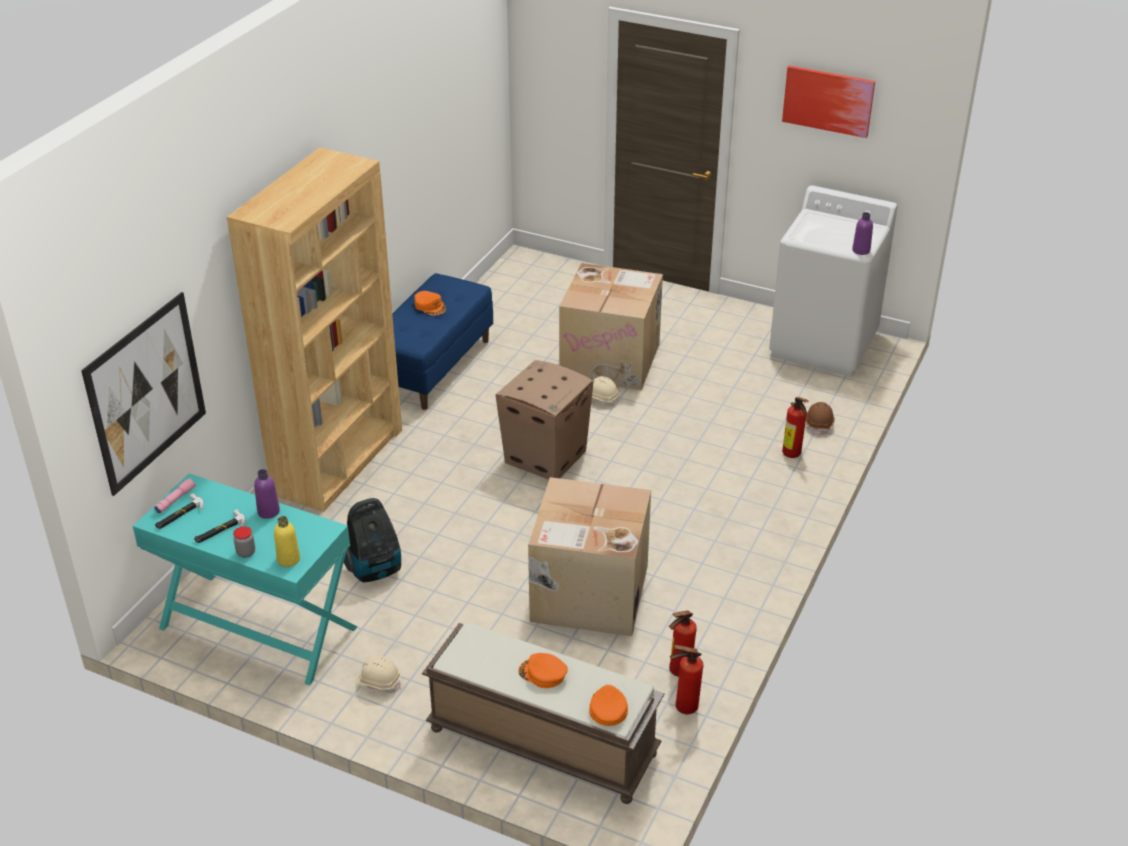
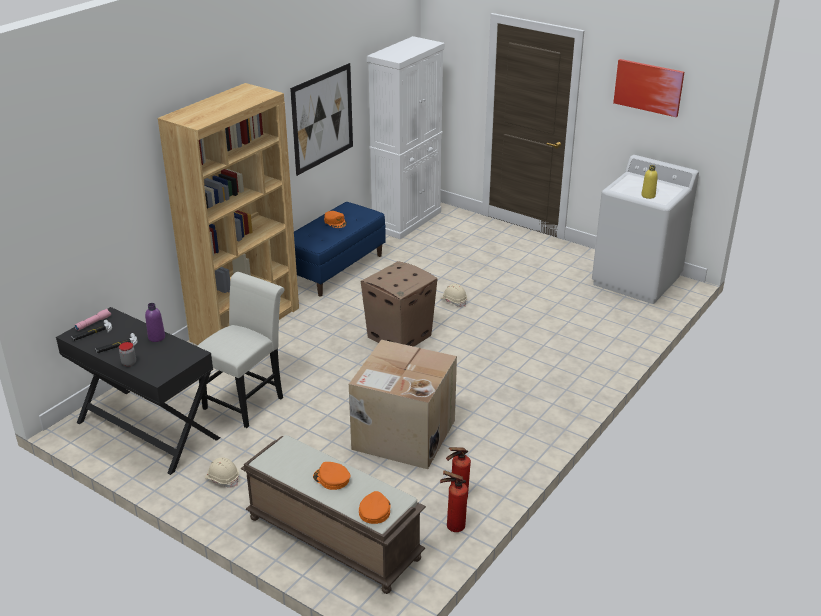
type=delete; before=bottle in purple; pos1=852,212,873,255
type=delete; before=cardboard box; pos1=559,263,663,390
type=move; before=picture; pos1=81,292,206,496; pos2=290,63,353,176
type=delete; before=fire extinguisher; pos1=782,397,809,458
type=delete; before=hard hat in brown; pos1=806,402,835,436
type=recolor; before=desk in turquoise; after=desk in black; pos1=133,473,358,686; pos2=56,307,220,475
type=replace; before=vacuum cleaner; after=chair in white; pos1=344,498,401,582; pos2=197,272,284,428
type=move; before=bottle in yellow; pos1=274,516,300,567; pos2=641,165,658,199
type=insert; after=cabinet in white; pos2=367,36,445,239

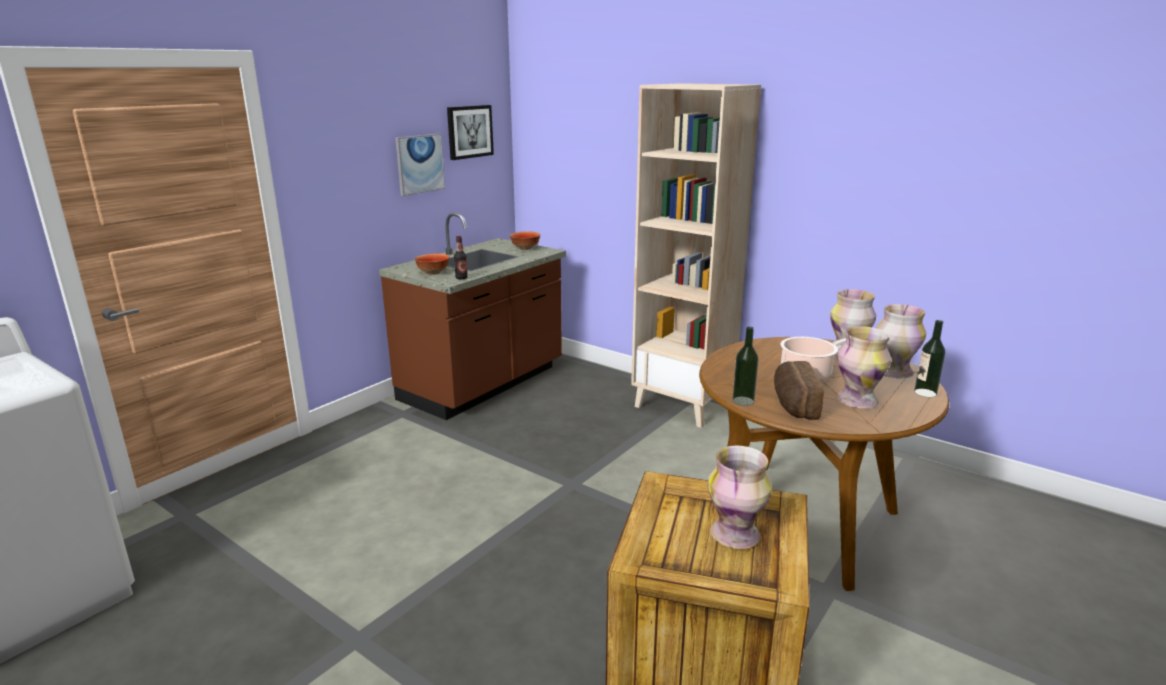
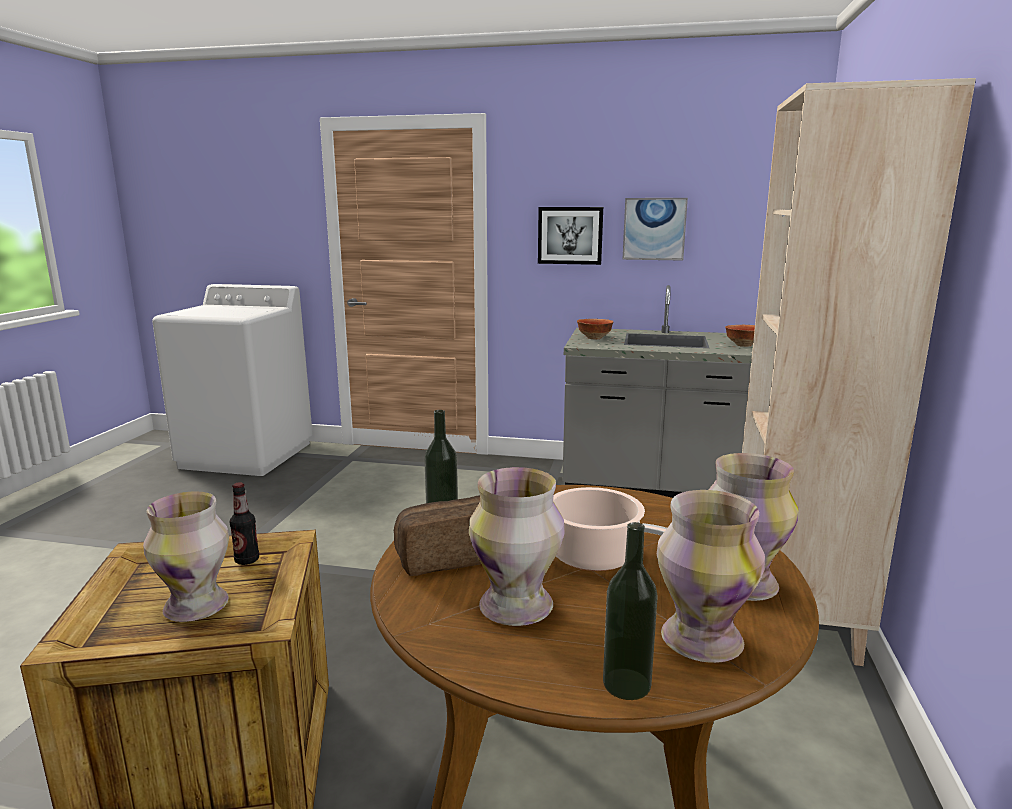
type=move; before=picture; pos1=447,105,494,160; pos2=538,207,603,265
type=recolor; before=counter in brown; after=counter in grey; pos1=379,212,566,420; pos2=563,285,753,498
type=move; before=bottle; pos1=454,236,468,279; pos2=230,482,259,565

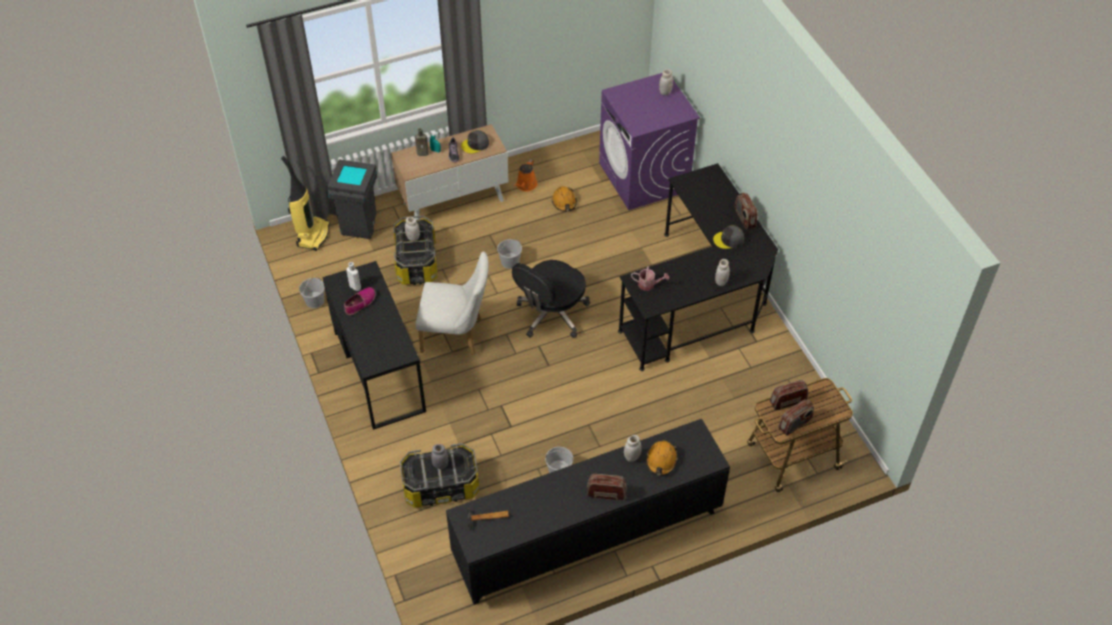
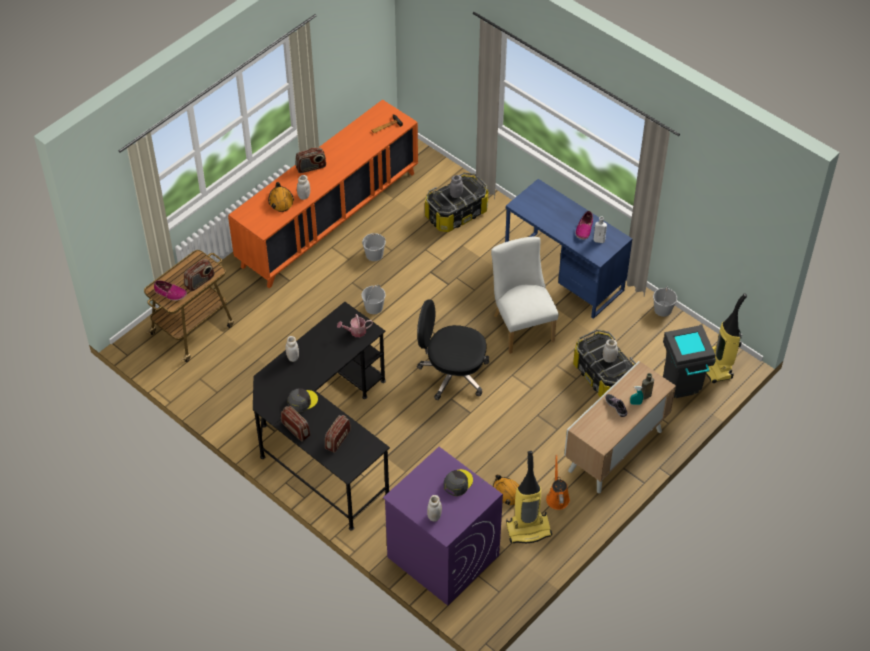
type=move; before=cap in grey; pos1=461,130,489,154; pos2=444,469,473,496
type=move; before=bucket in white; pos1=497,239,522,269; pos2=361,285,386,314
type=rotate; before=chair in white; pos1=415,251,489,355; pos2=491,237,559,354; turn=90
type=rotate; before=office chair in black; pos1=512,260,590,338; pos2=417,299,489,400; turn=-90
type=recolor; before=desk in black; after=desk in blue; pos1=322,261,426,430; pos2=505,179,632,319
type=move; before=radio; pos1=778,399,814,436; pos2=325,415,351,453
type=recolor; before=cabinet in black; after=cabinet in orange; pos1=446,419,730,605; pos2=228,99,418,288
type=insert; after=shoe; pos2=154,280,187,301
type=insert; after=vacuum cleaner; pos2=506,451,552,543

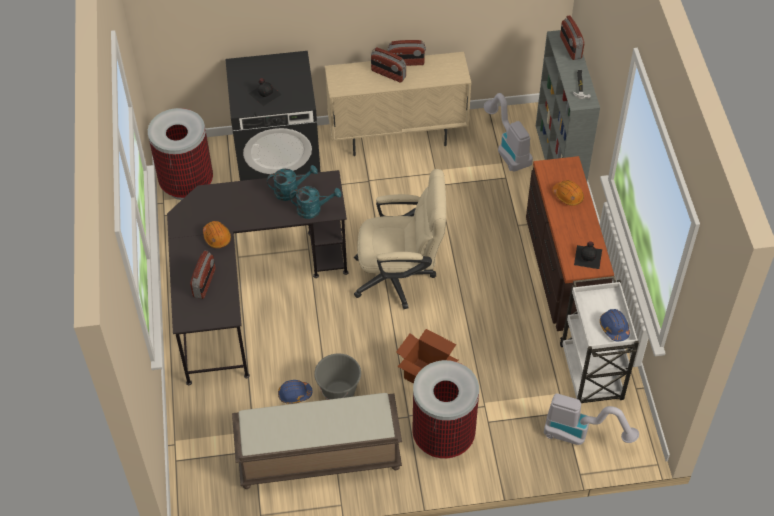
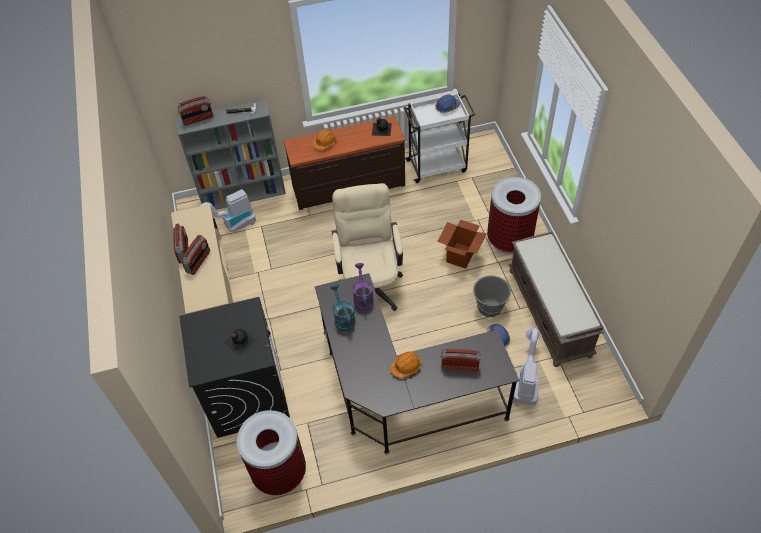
type=recolor; before=watering can in turquoise; after=watering can in purple; pos1=289,186,342,219; pos2=353,263,374,310
type=move; before=vacuum cleaner; pos1=544,393,639,445; pos2=513,327,540,406

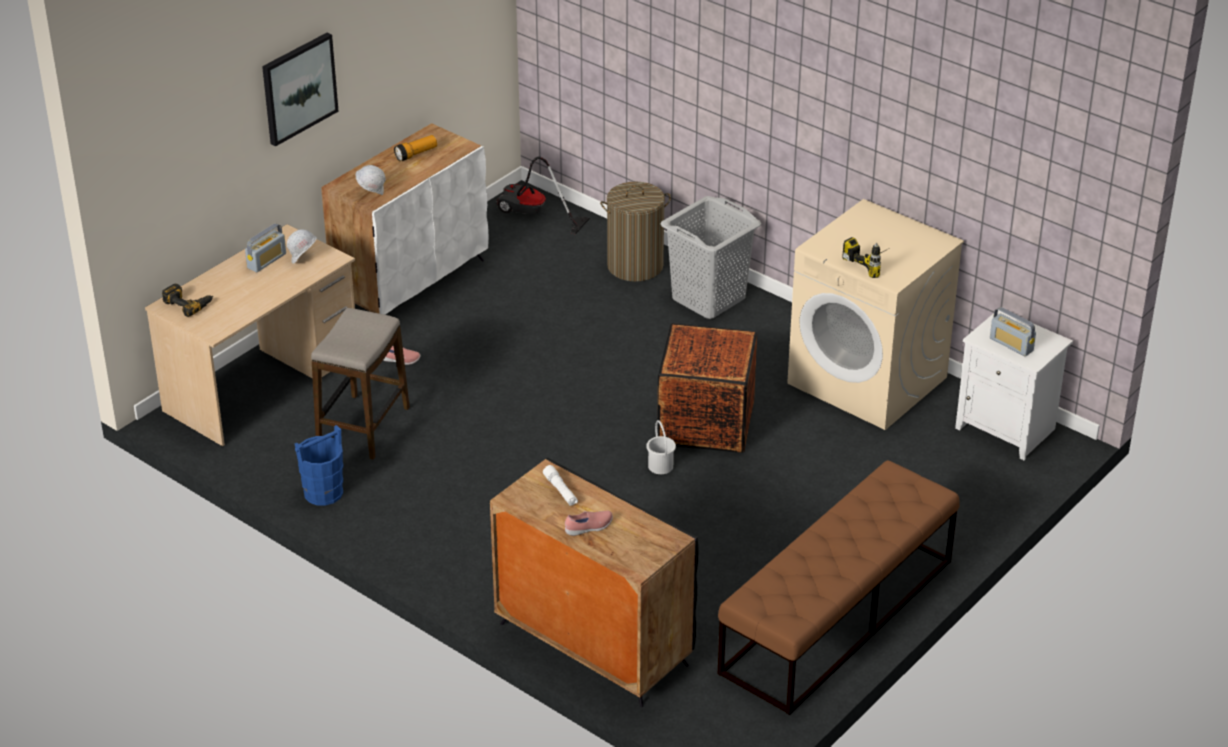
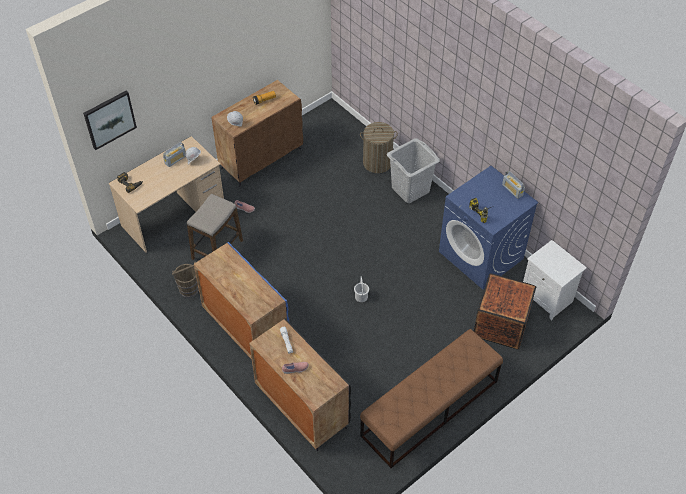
type=move; before=picture; pos1=262,33,339,147; pos2=83,90,137,150
type=recolor; before=cabinet in white; after=cabinet in brown; pos1=321,123,489,315; pos2=211,80,303,187
type=delete; before=vacuum cleaner; pos1=496,156,590,234
type=recolor; before=washing machine in beige; after=washing machine in blue; pos1=787,199,964,430; pos2=439,166,539,290
type=move; before=radio; pos1=990,307,1036,356; pos2=502,171,525,199
type=move; before=crate; pos1=657,323,757,452; pos2=474,273,536,350
type=recolor; before=bucket in blue; after=bucket in brown; pos1=294,425,343,505; pos2=172,262,199,298
type=insert; after=cabinet in blue; pos2=194,242,289,360

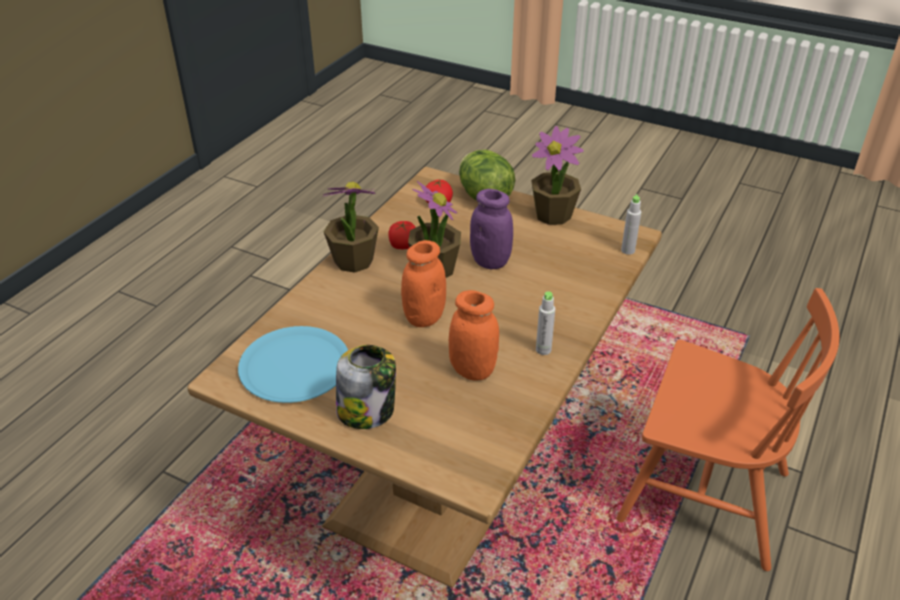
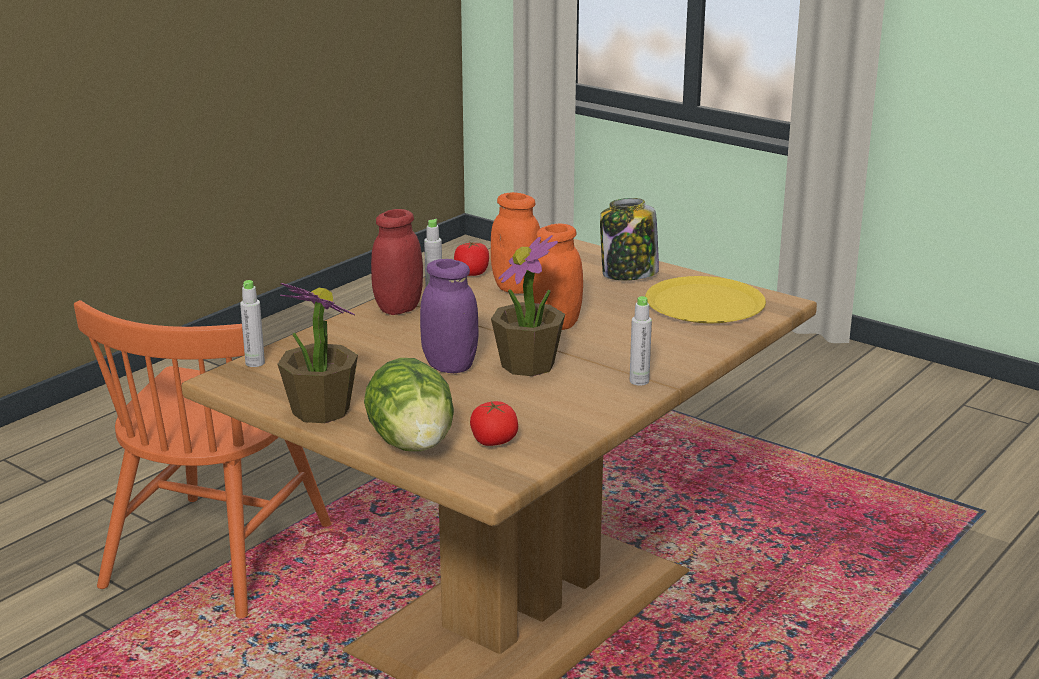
type=replace; before=potted plant; after=bottle in grey; pos1=322,182,379,273; pos2=630,296,652,386
type=move; before=tomato; pos1=388,221,416,249; pos2=454,242,489,276
type=rotate; before=chair in orange; pos1=616,288,839,571; pos2=74,300,331,618; turn=-105
type=recolor; before=plate in blue; after=plate in yellow; pos1=238,326,348,403; pos2=645,276,766,323
type=insert; after=jar in red; pos2=371,209,423,315

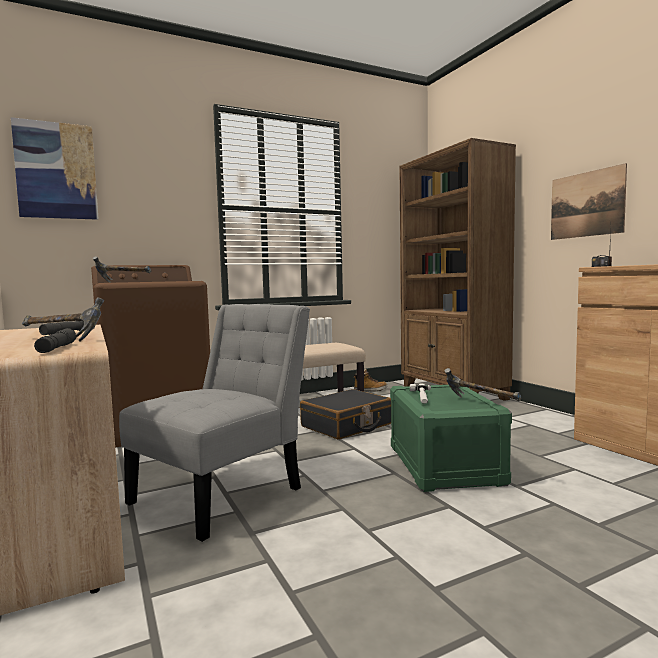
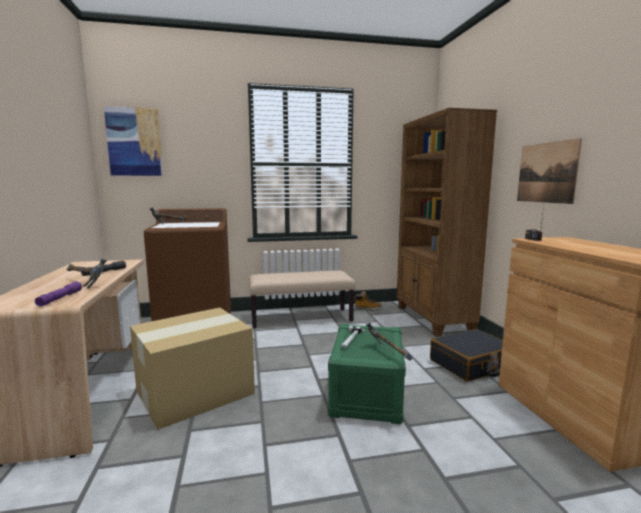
type=replace; before=chair in grey; after=cardboard box; pos1=119,304,310,542; pos2=130,308,255,430
type=recolor; before=flashlight in grey; after=flashlight in purple; pos1=34,328,76,353; pos2=35,281,82,307
type=move; before=suitcase in black; pos1=300,389,391,439; pos2=430,329,503,381

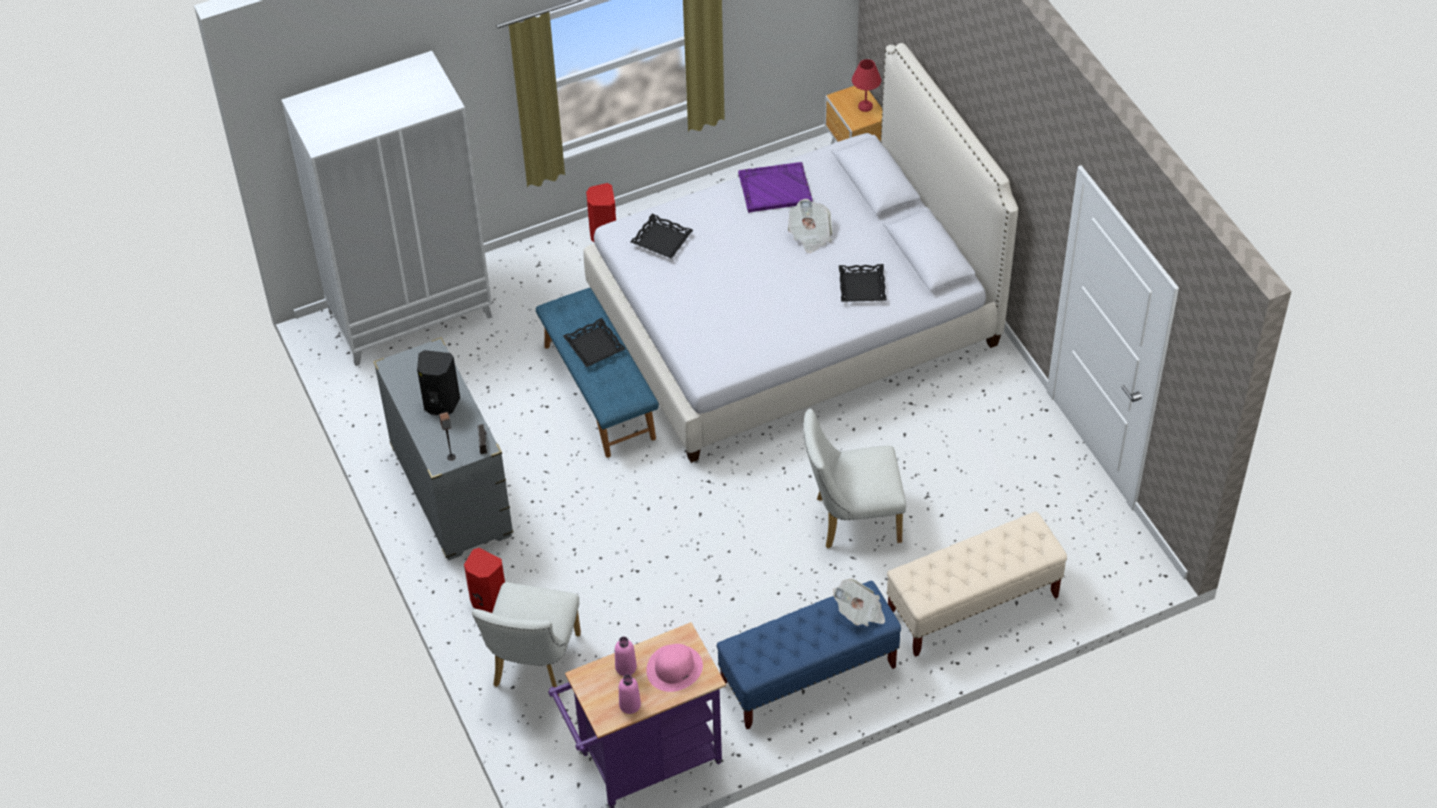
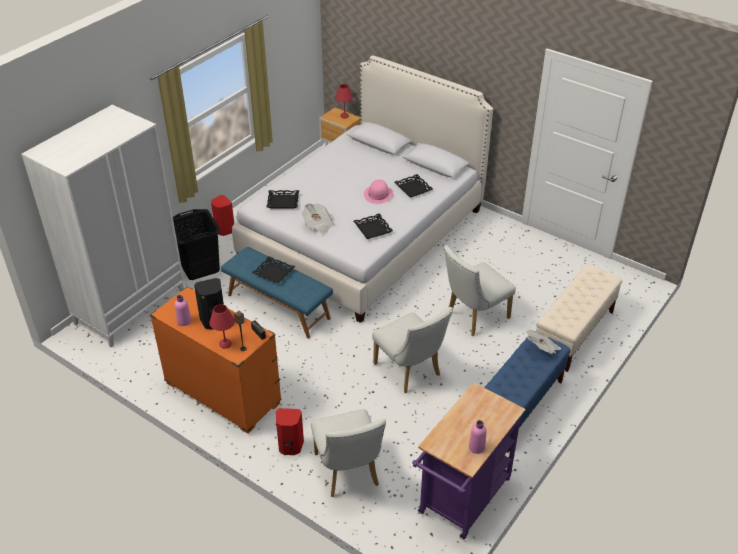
type=delete; before=tray in purple; pos1=738,162,813,213
type=move; before=newspaper; pos1=788,199,832,253; pos2=302,203,334,234
type=recolor; before=dresser in grey; after=dresser in orange; pos1=373,337,513,561; pos2=150,286,282,434
type=move; before=bottle in pink; pos1=615,637,637,676; pos2=175,295,191,326
type=move; before=hat in pink; pos1=646,644,703,692; pos2=364,180,393,204
type=insert; after=laundry basket in black; pos2=173,209,221,280
type=insert; after=tray in black; pos2=354,213,393,239
type=insert; after=table lamp in red; pos2=209,304,235,349
type=insert; after=chair in white; pos2=372,307,453,393

